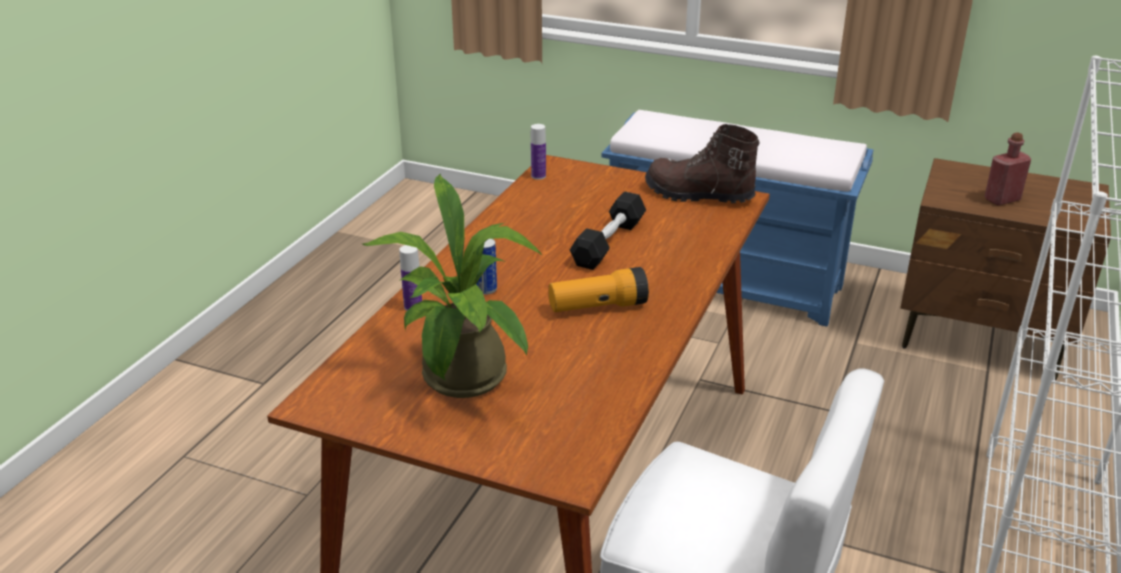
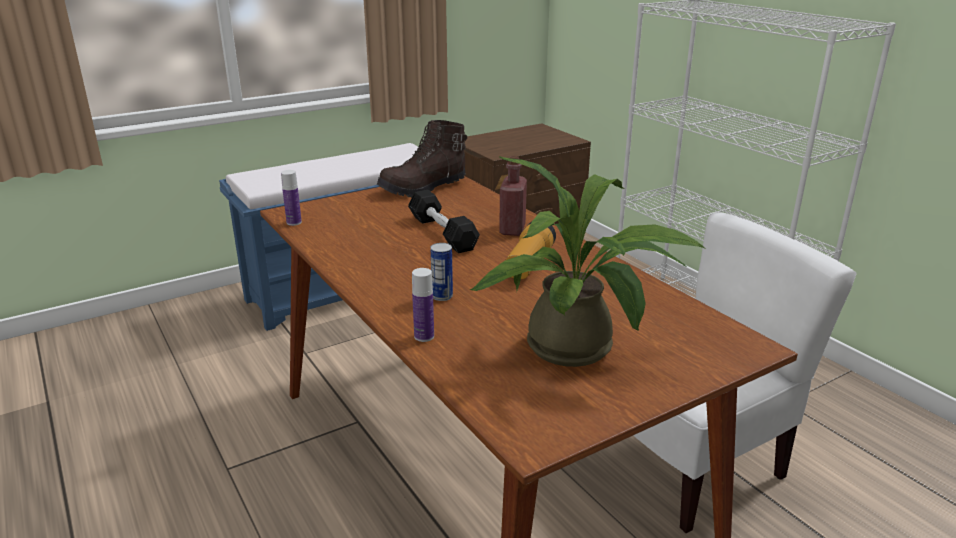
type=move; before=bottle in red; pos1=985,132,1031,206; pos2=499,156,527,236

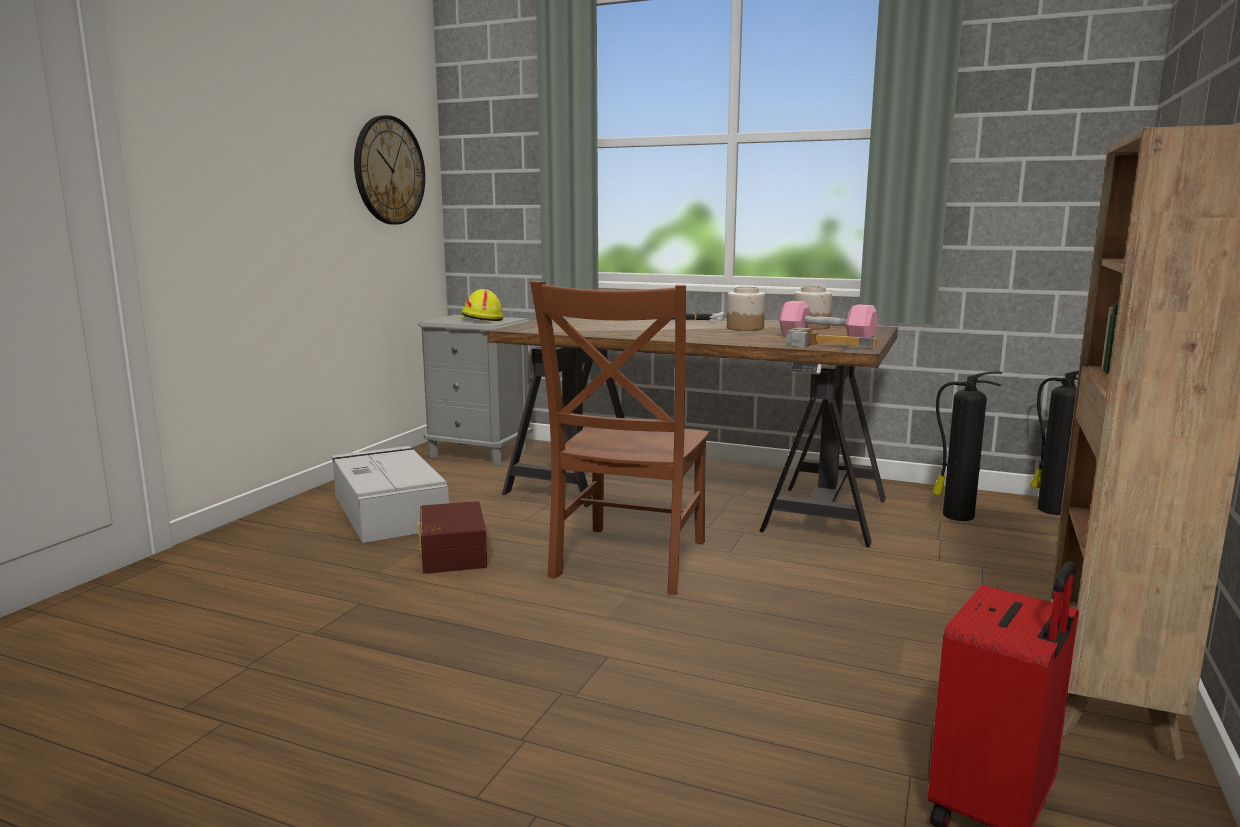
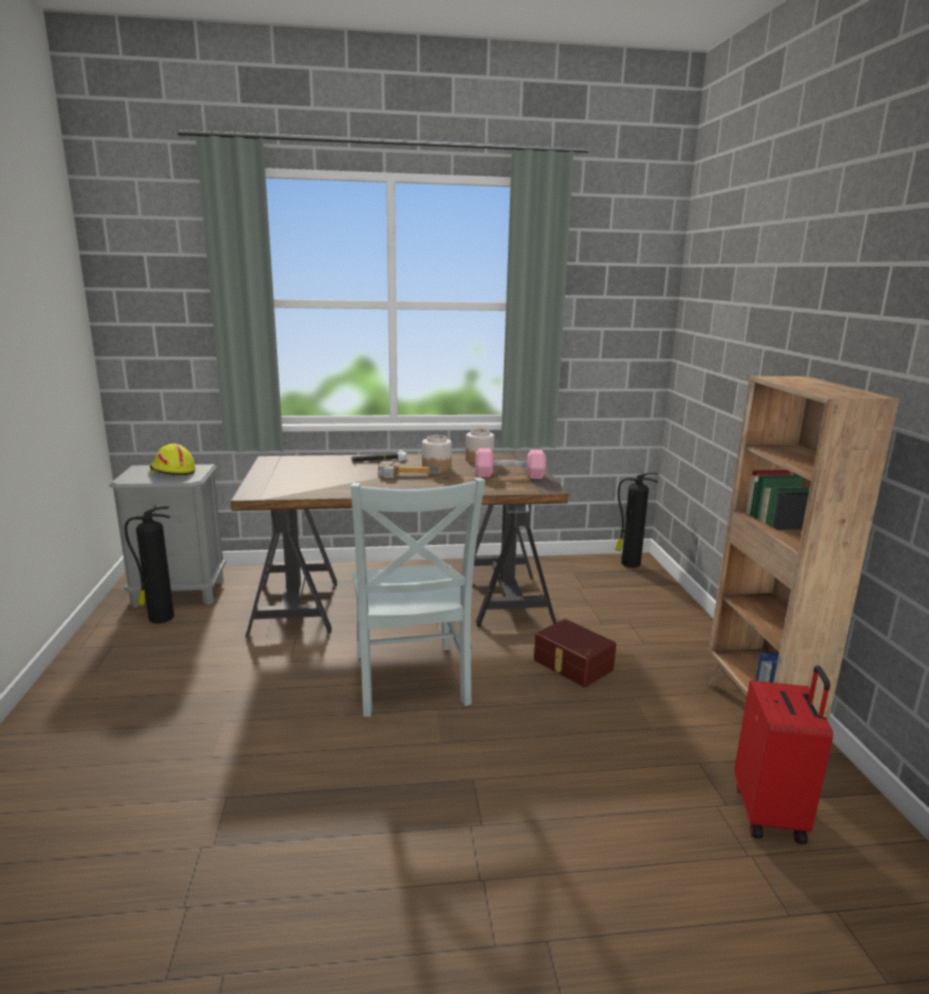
type=delete; before=wall clock; pos1=354,115,425,225
type=recolor; before=chair in brown; after=chair in grey; pos1=530,281,709,594; pos2=351,477,485,717
type=move; before=hammer; pos1=786,328,877,347; pos2=378,461,441,478
type=move; before=fire extinguisher; pos1=932,371,1002,521; pos2=124,506,174,624
type=delete; before=storage box in grey; pos1=332,446,449,543
type=move; before=storage box in brown; pos1=416,501,487,574; pos2=534,619,616,688

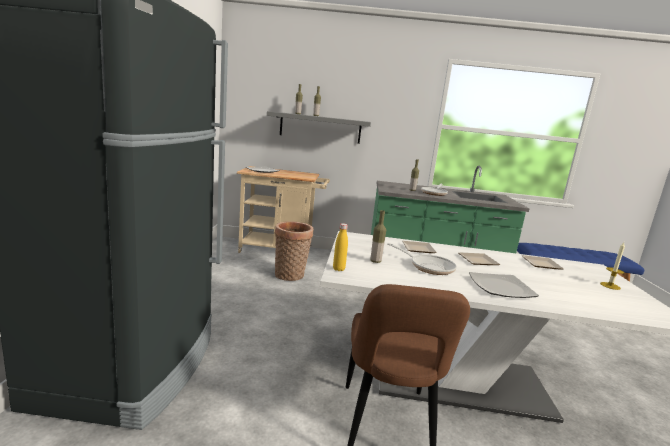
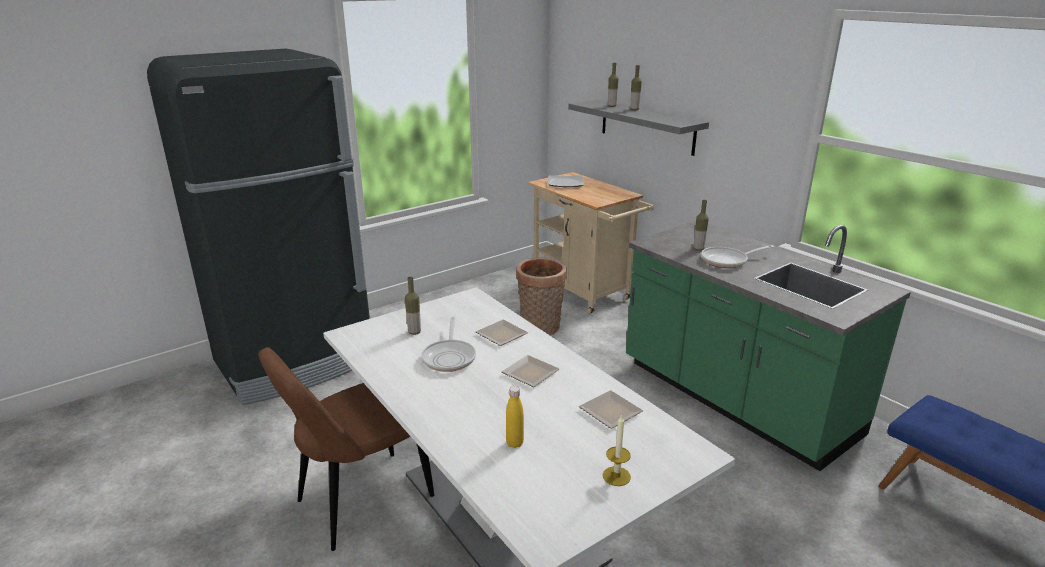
type=move; before=bottle in yellow; pos1=333,223,348,271; pos2=506,386,524,448
type=delete; before=plate; pos1=469,272,539,298

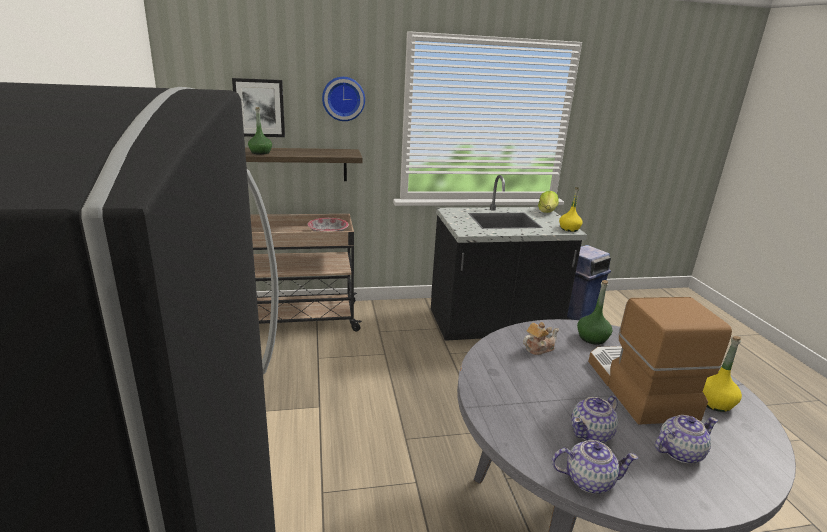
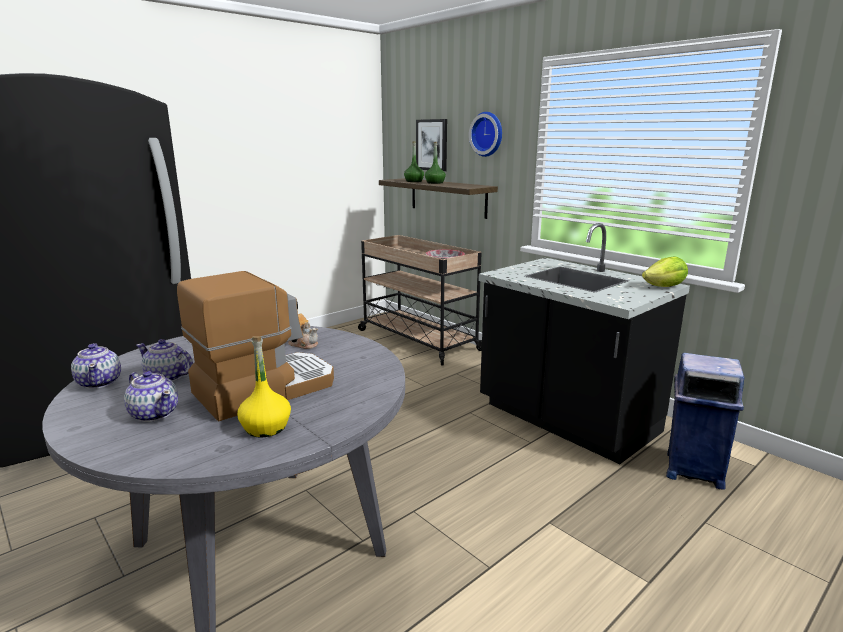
type=delete; before=bottle in yellow; pos1=559,187,583,232
type=move; before=bottle in green; pos1=577,280,612,345; pos2=425,142,446,184

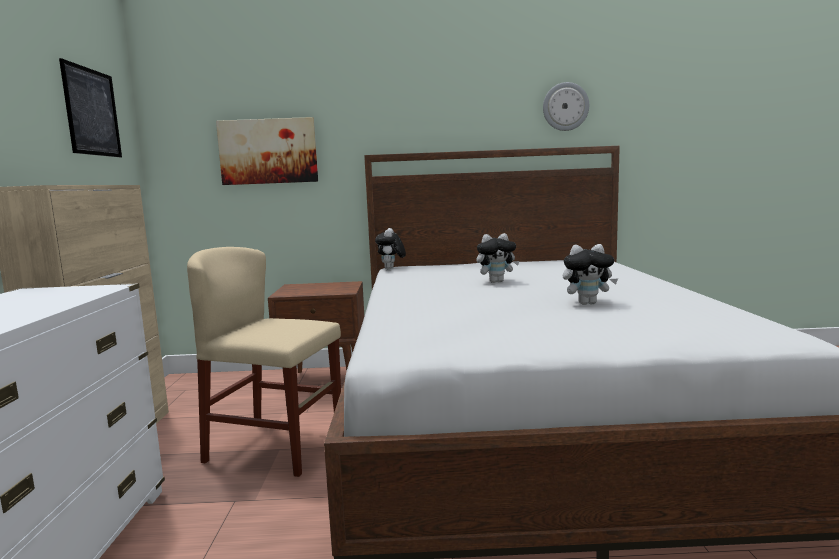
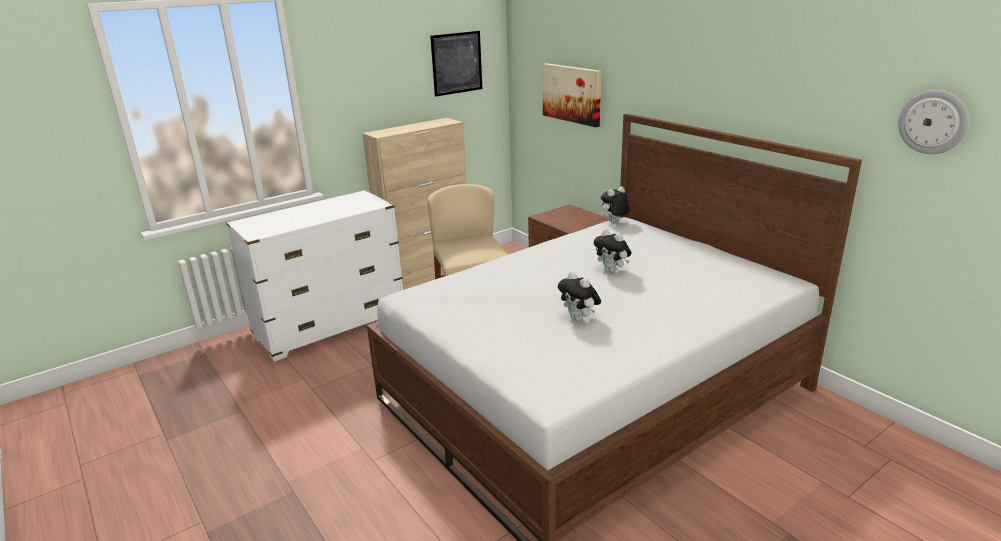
type=move; before=wall clock; pos1=543,82,589,131; pos2=898,90,969,154

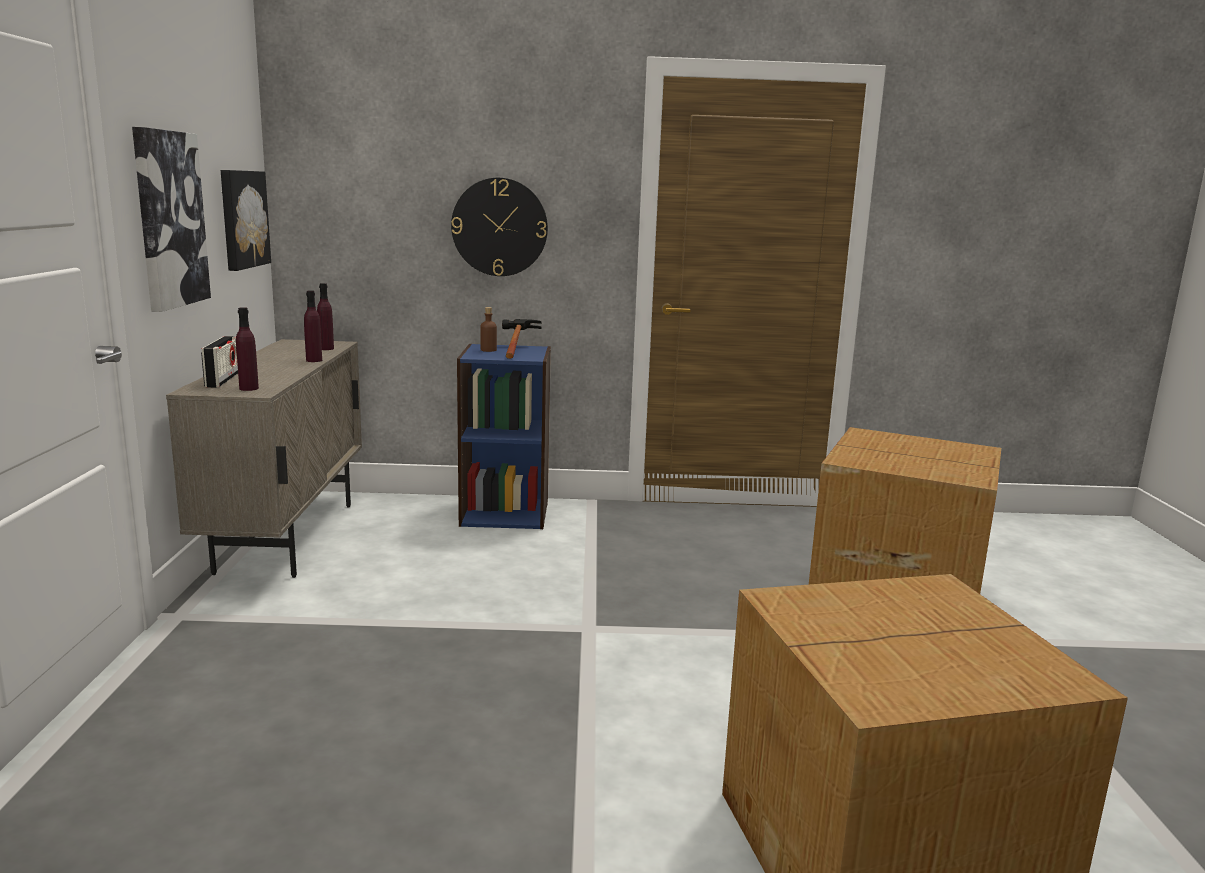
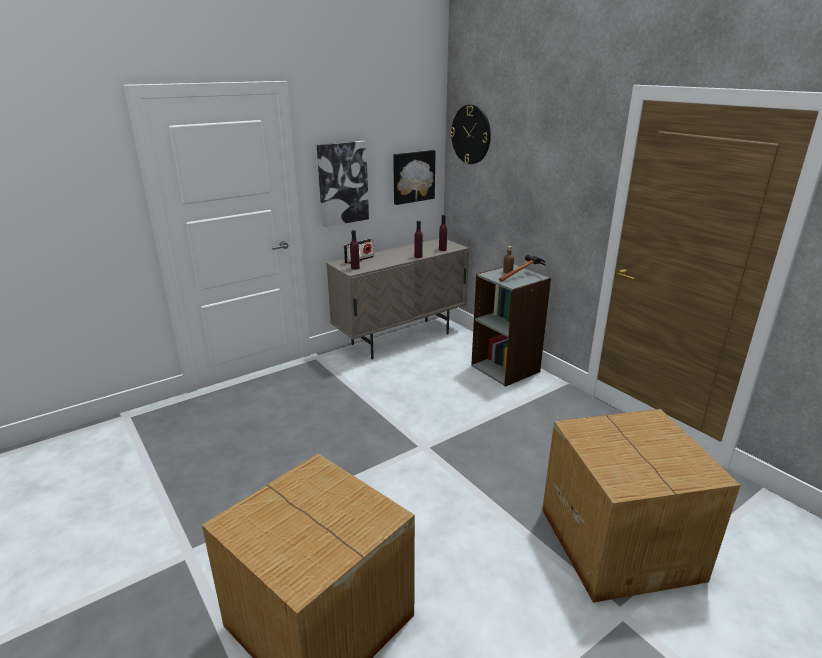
type=move; before=wall clock; pos1=451,178,548,276; pos2=450,105,491,164
type=recolor; before=bookcase in blue; after=bookcase in grey; pos1=457,344,551,529; pos2=471,265,551,387

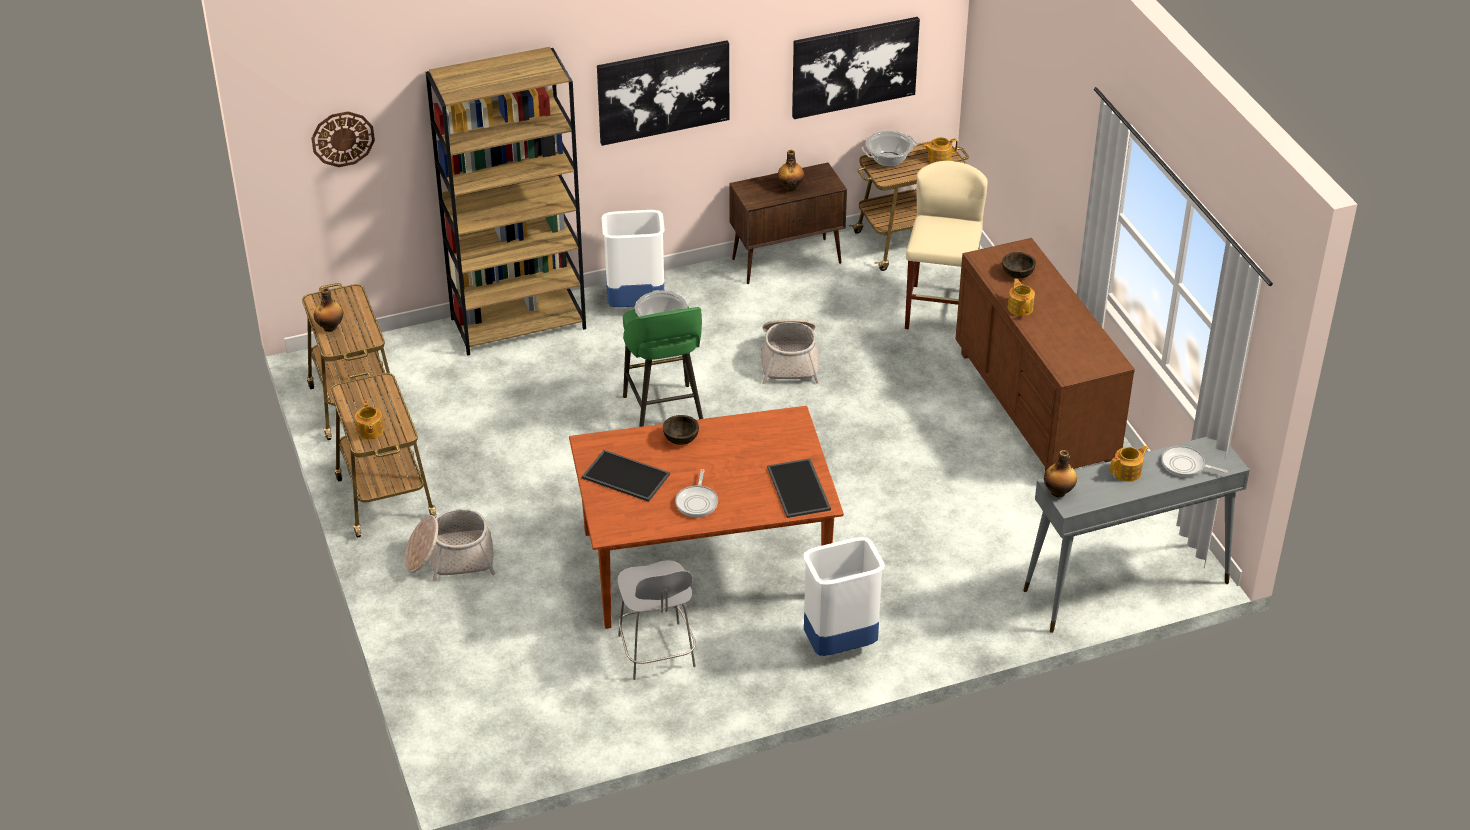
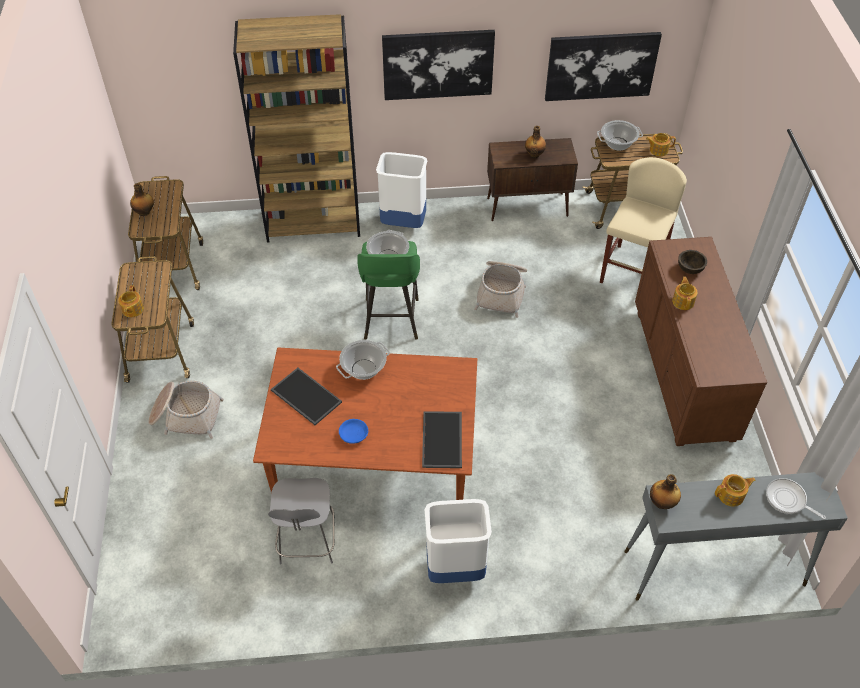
type=delete; before=wall clock; pos1=311,111,375,167
type=replace; before=bowl in brown; after=cooking pot; pos1=663,415,699,445; pos2=336,340,390,380
type=replace; before=frying pan; after=bowl in blue; pos1=675,469,718,517; pos2=339,419,368,444

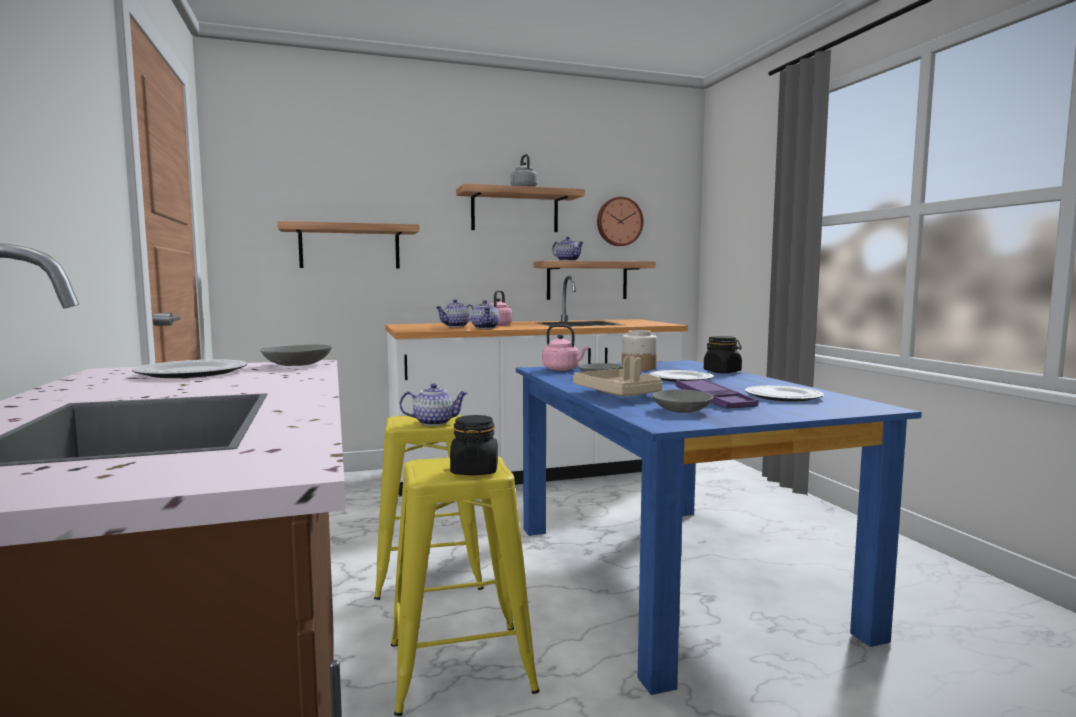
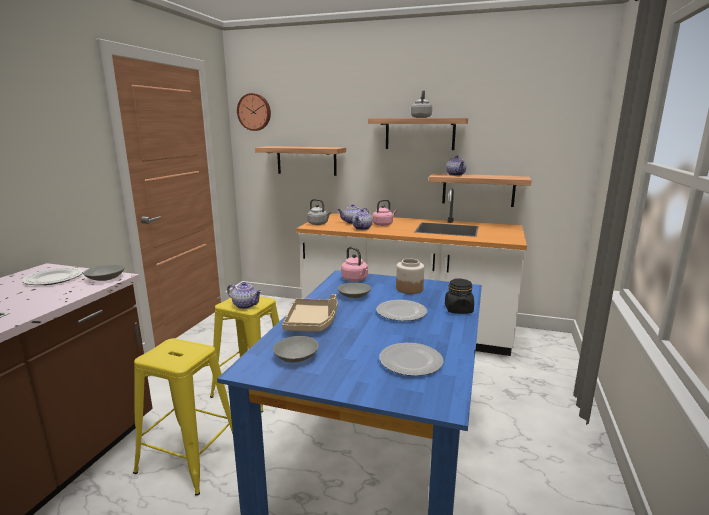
type=move; before=wall clock; pos1=597,197,644,246; pos2=237,93,271,131
type=delete; before=tray in purple; pos1=676,379,759,409
type=delete; before=jar in black; pos1=450,415,498,475
type=insert; after=kettle in grey; pos2=307,199,331,225

